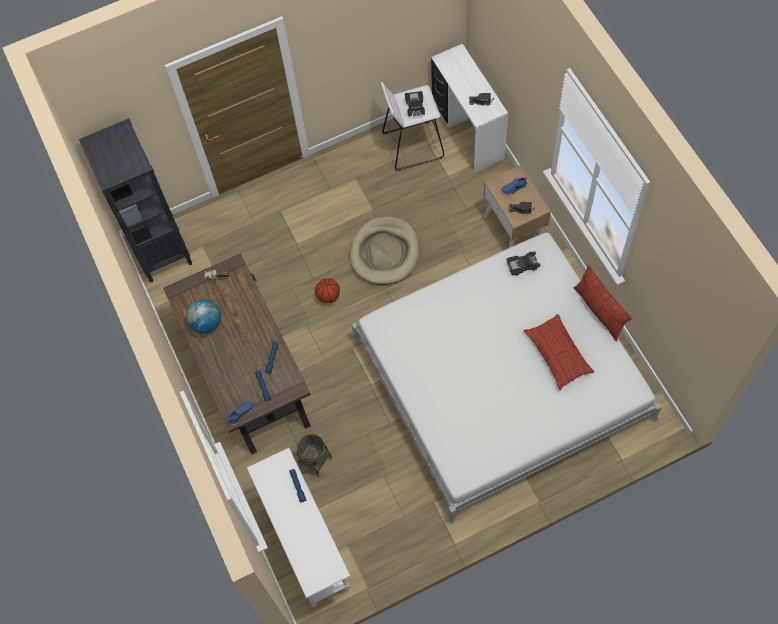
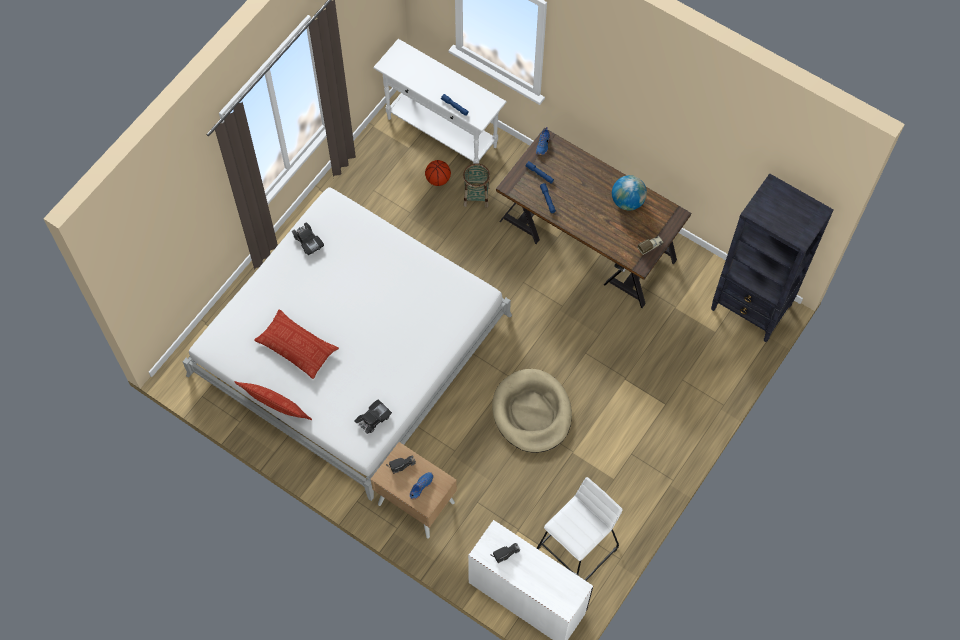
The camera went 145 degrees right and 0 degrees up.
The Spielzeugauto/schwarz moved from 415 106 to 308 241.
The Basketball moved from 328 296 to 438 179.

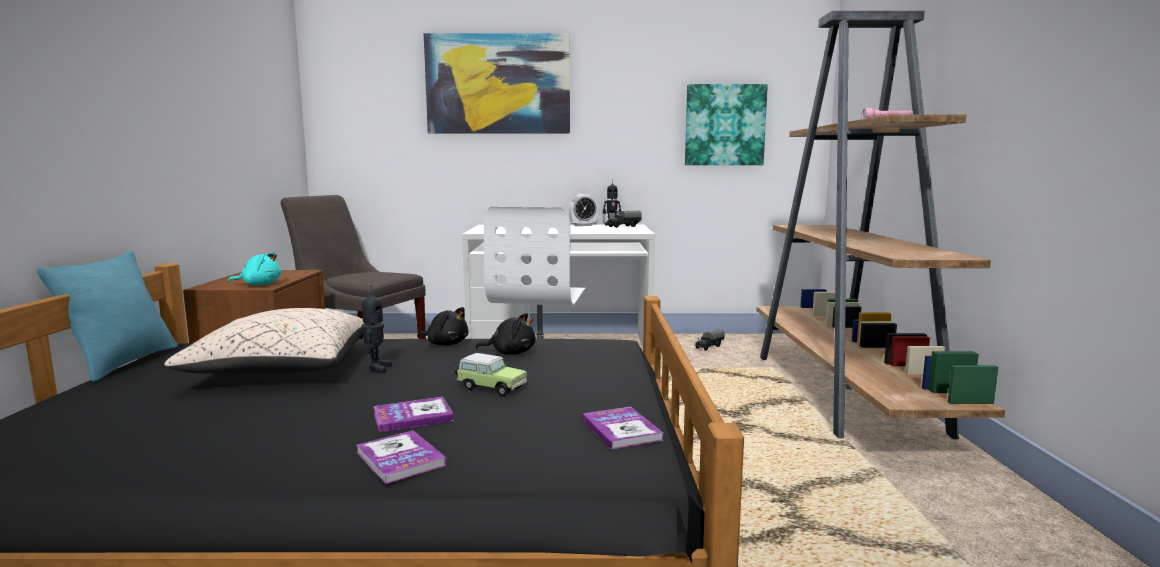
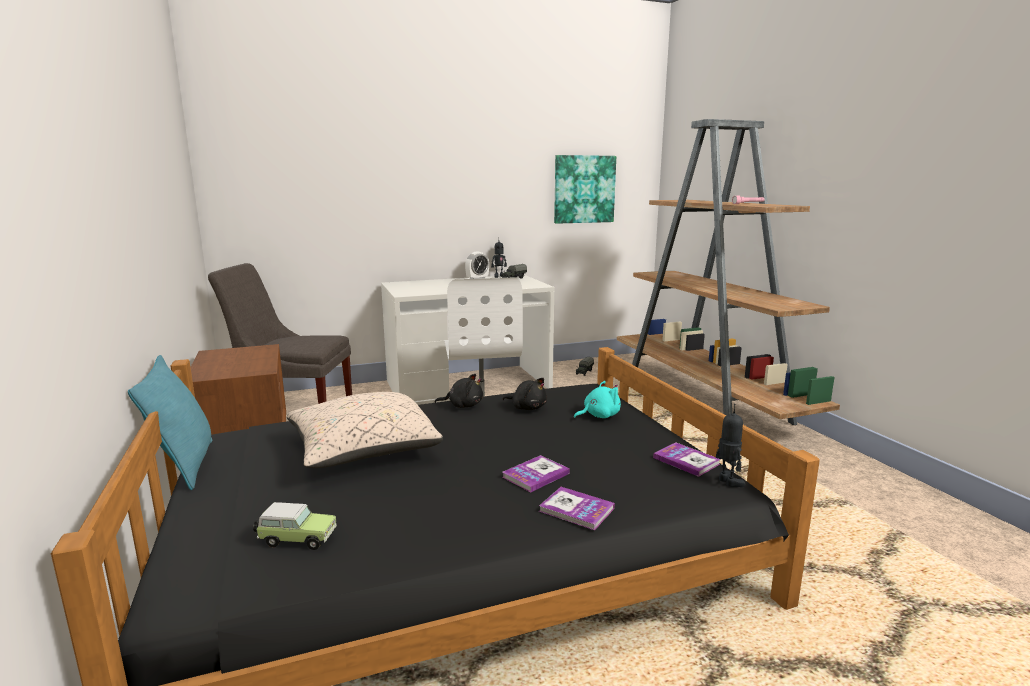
The camera went 20 degrees left and 5 degrees up.
The Spielzeugauto moved from 490 388 to 296 539.
The Plüschtier/schwarz at 510 353 turned 45 degrees clockwise.
The Plüschtier/türkis moved from 259 284 to 599 416.
The Spielzeugroboter moved from 377 368 to 727 482.
The Bild at 498 84 disappeared.

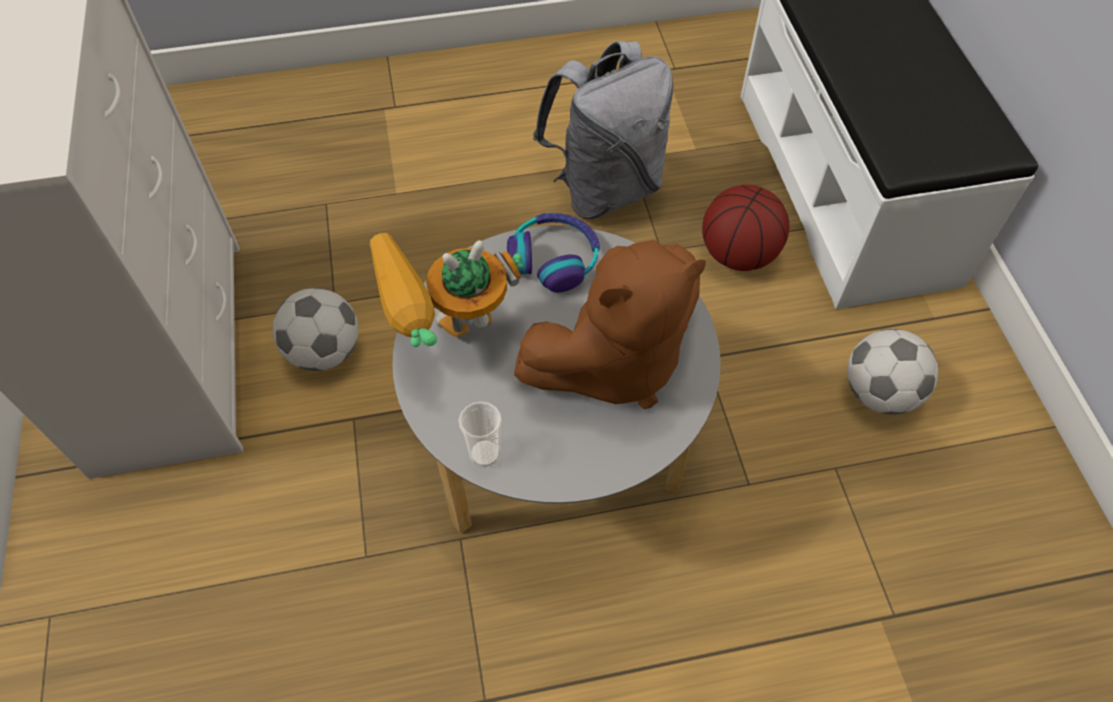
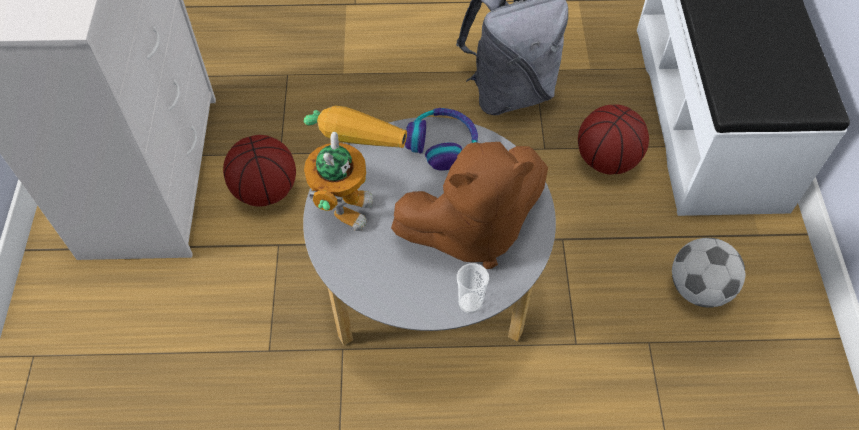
The camera went 10 degrees right and 0 degrees up.
The Fußball at 324 351 was replaced by the Basketball at 266 190.
The Spielzeugroboter at 450 340 turned 120 degrees clockwise.
The Tasse moved from 485 453 to 470 303.

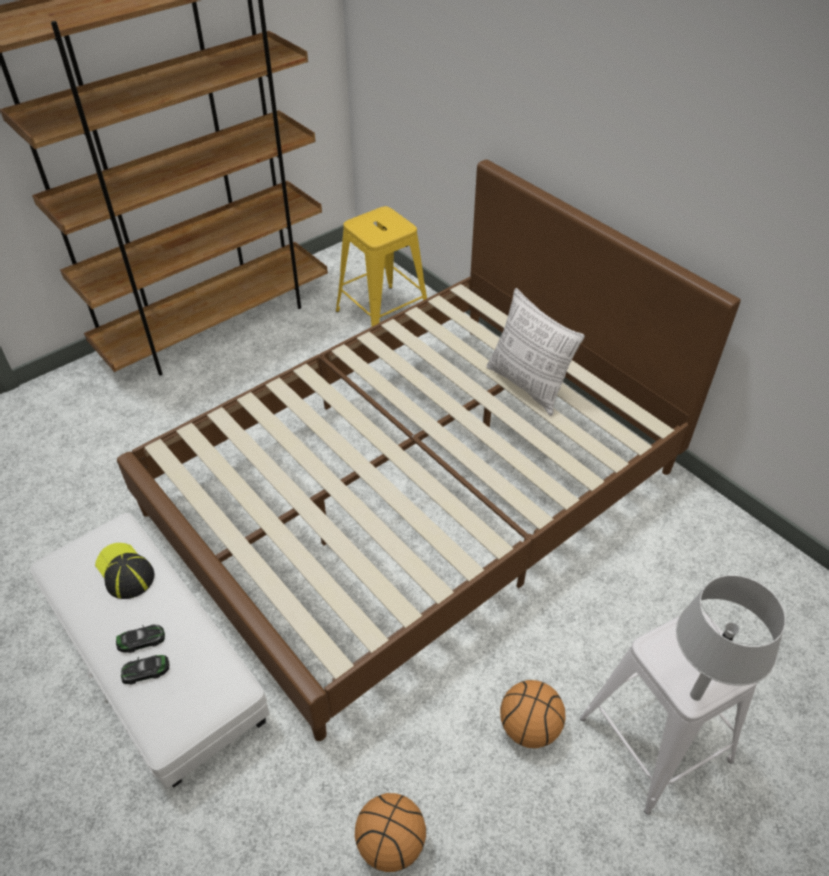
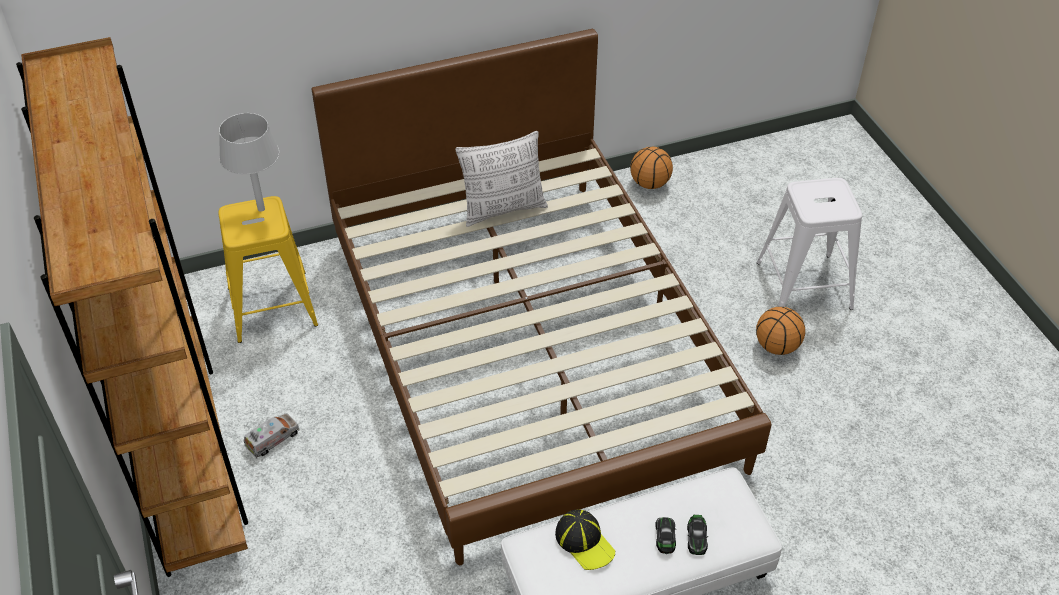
The camera went 70 degrees left and 0 degrees up.
The Tischlampe/grau moved from 696 695 to 261 209.
The Spielzeuglaster at 272 440 appeared.
The Kappe at 124 572 turned 105 degrees counterclockwise.
The Basketball moved from 390 843 to 650 184.

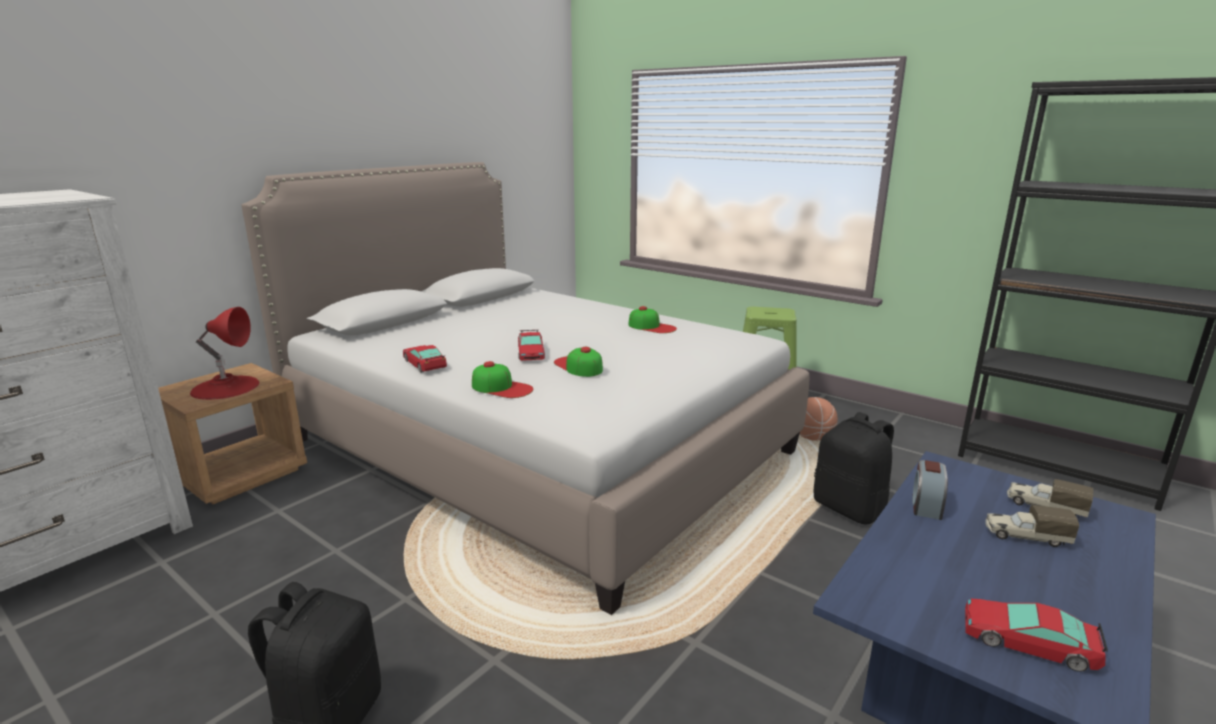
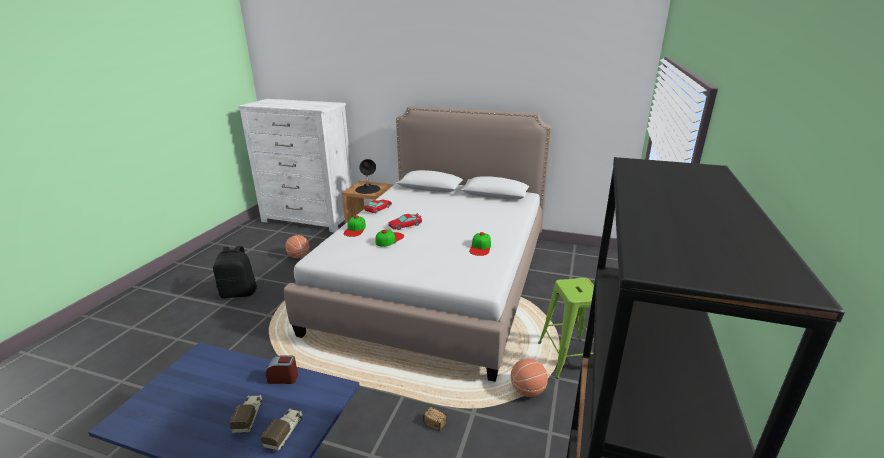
The camera went 70 degrees right and 5 degrees up.
The Basketball at 298 256 appeared.
The Tischlampe/rot at 225 387 became the Tischlampe/schwarz at 368 189.
The Rucksack/schwarz at 850 508 was replaced by the Aufbewahrungsbox at 424 417.
The Spielzeugauto at 1028 641 disappeared.

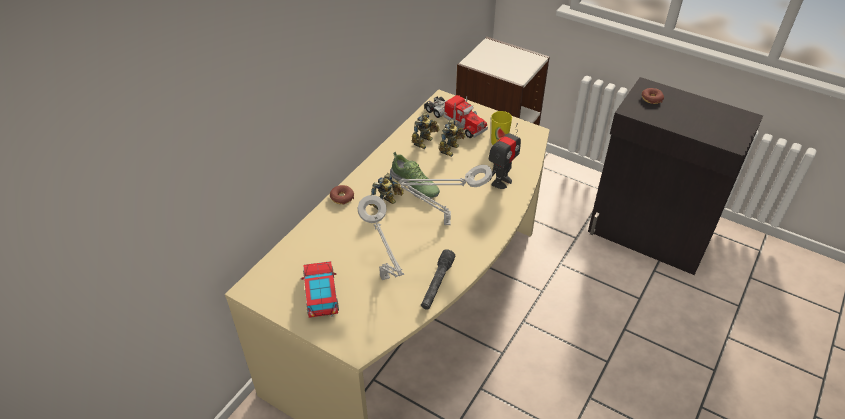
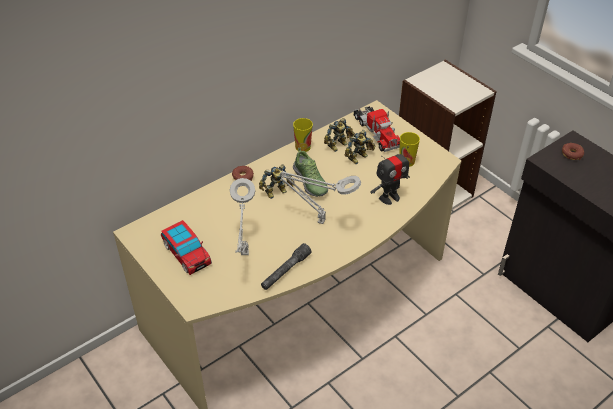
The camera went 20 degrees right and 0 degrees up.
The Spielzeugauto at 321 295 turned 135 degrees clockwise.
The Tasse at 303 147 appeared.

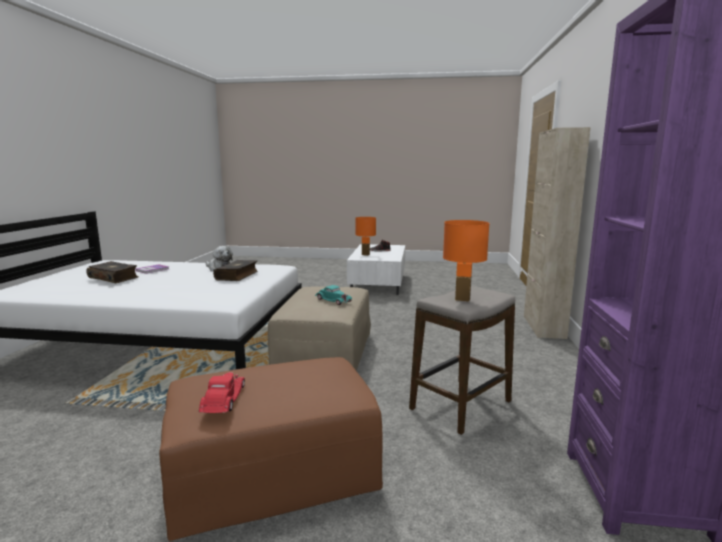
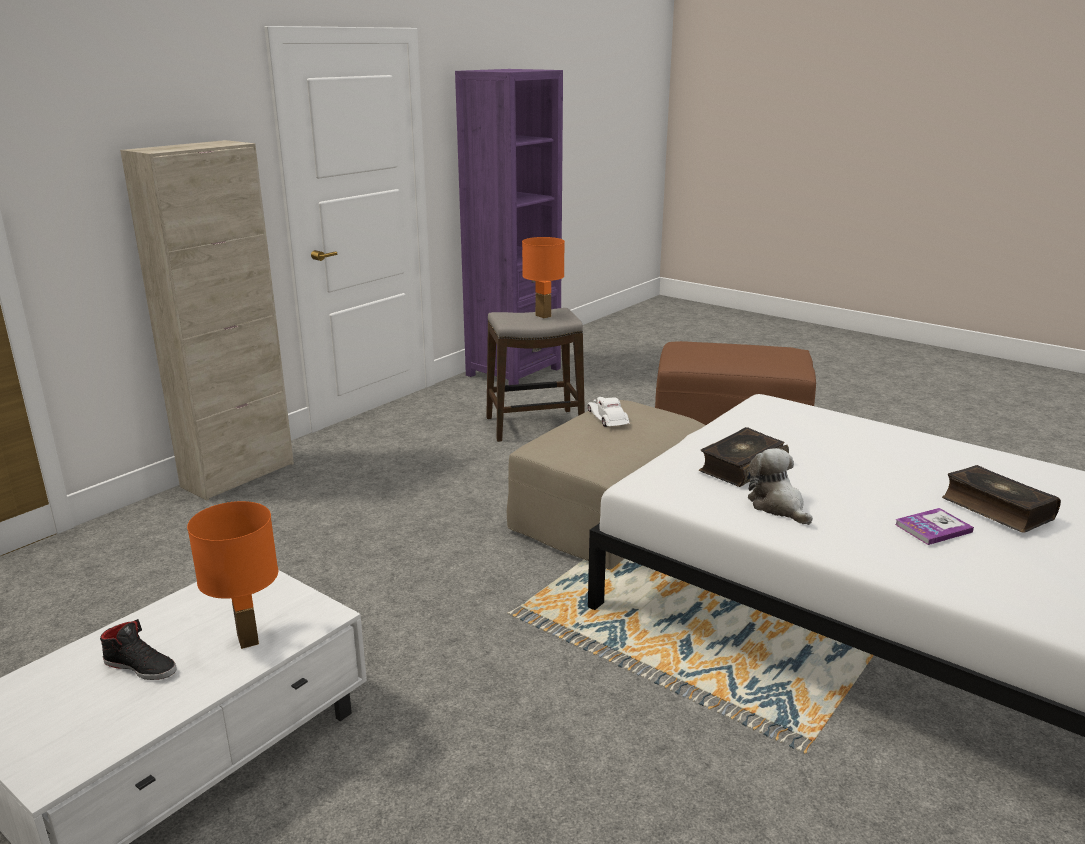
The camera went 150 degrees left and 10 degrees up.
The Spielzeugauto/türkis at 333 300 became the Spielzeugauto/weiß at 608 418.
The Spielzeugauto/rot at 223 400 disappeared.

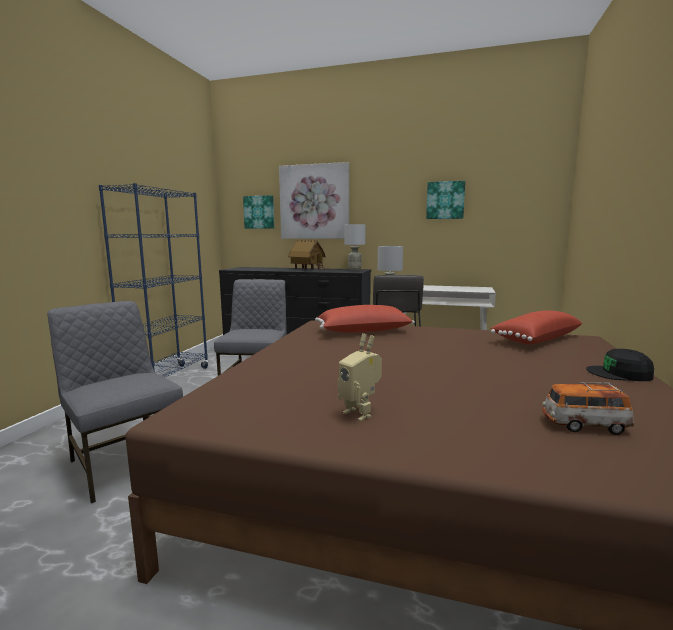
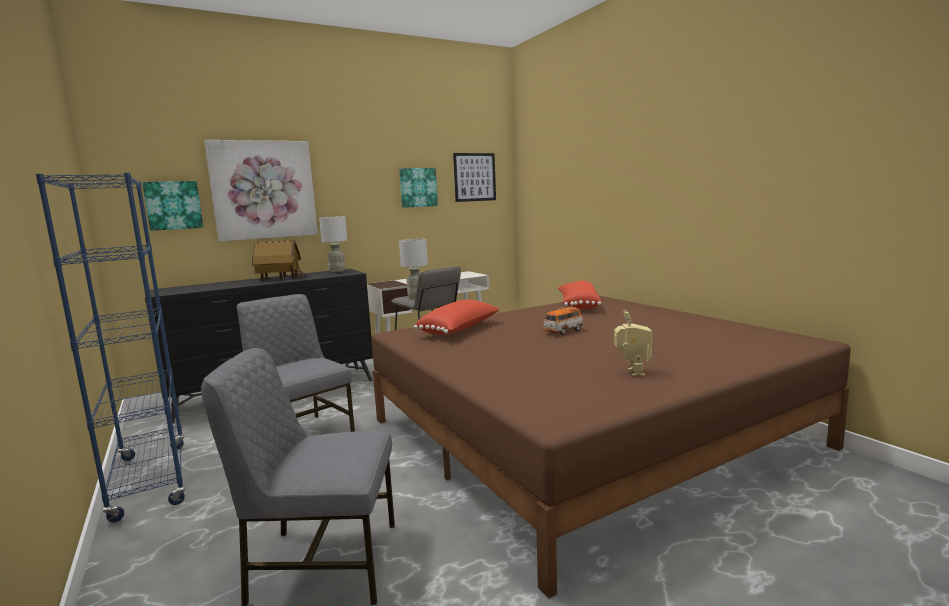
The camera went 45 degrees left and 0 degrees up.
The Bild at 474 177 appeared.
The Spielzeugauto moved from 584 425 to 563 331.
The Spielzeugroboter at 360 413 turned 90 degrees counterclockwise.
The Kappe/schwarz at 619 374 disappeared.

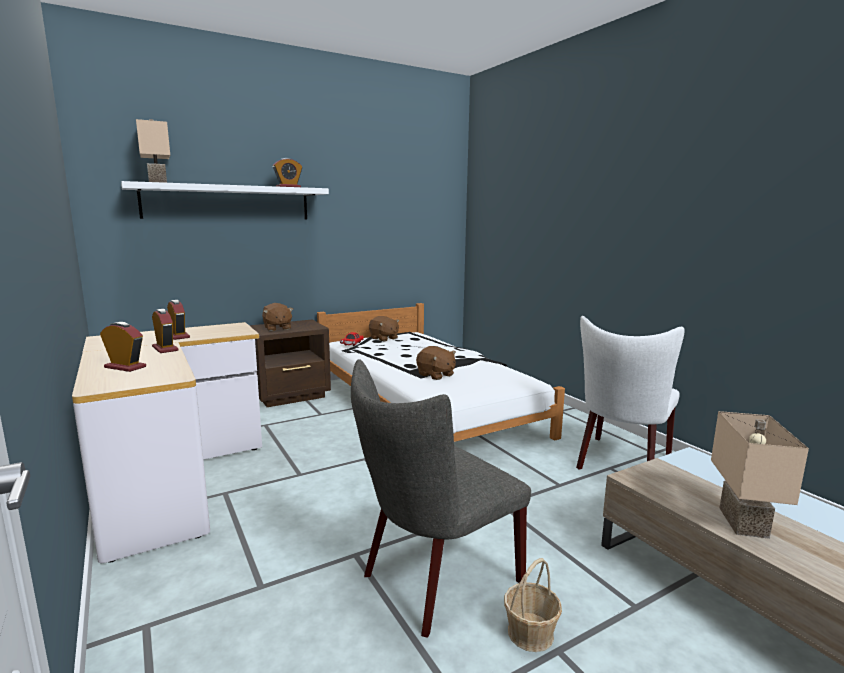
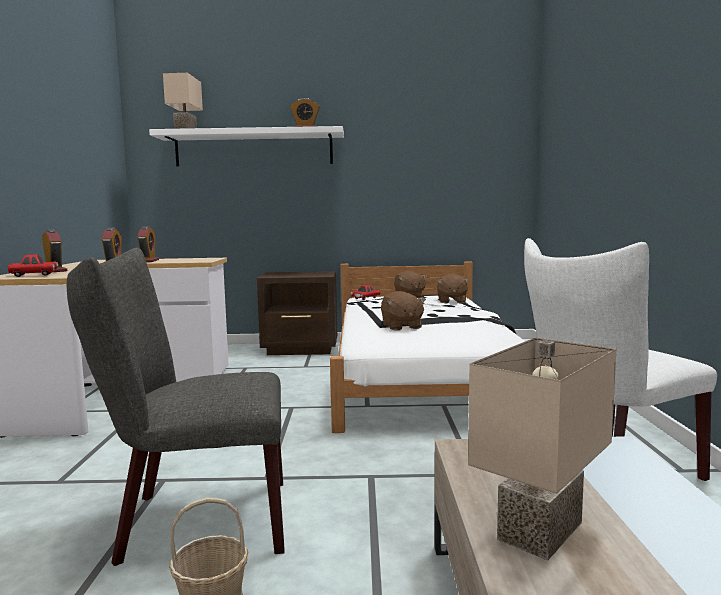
The camera went 30 degrees right and 5 degrees down.
The Spielzeugauto/rot at 34 275 appeared.
The Plüschtier/braun moved from 277 328 to 451 301.

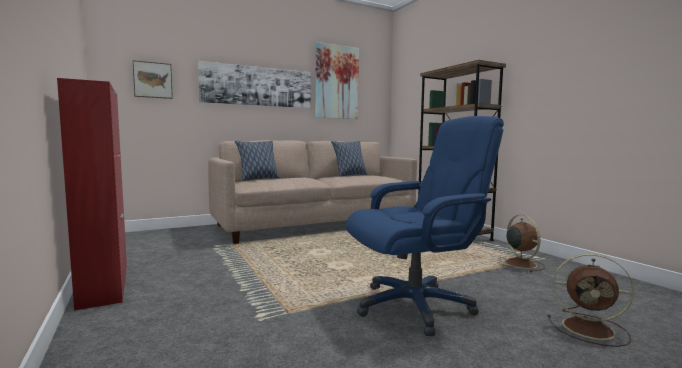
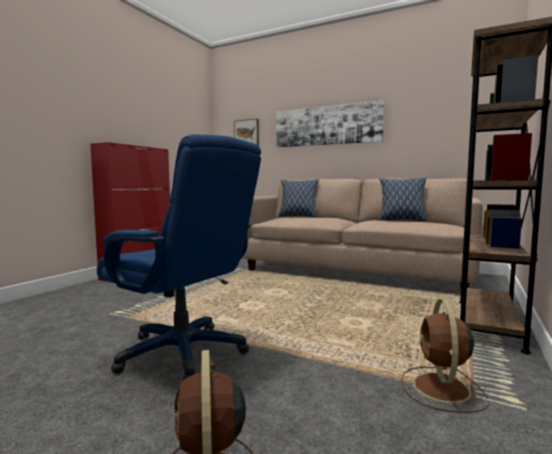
The camera went 55 degrees right and 0 degrees up.
The Ventilator/braun at 519 263 turned 150 degrees clockwise.
The Bild at 337 82 disappeared.

